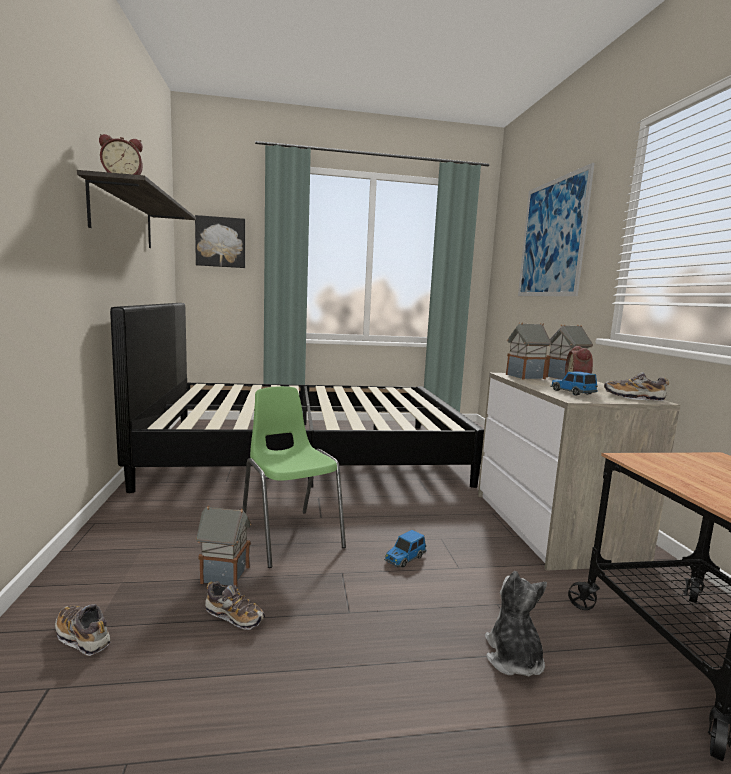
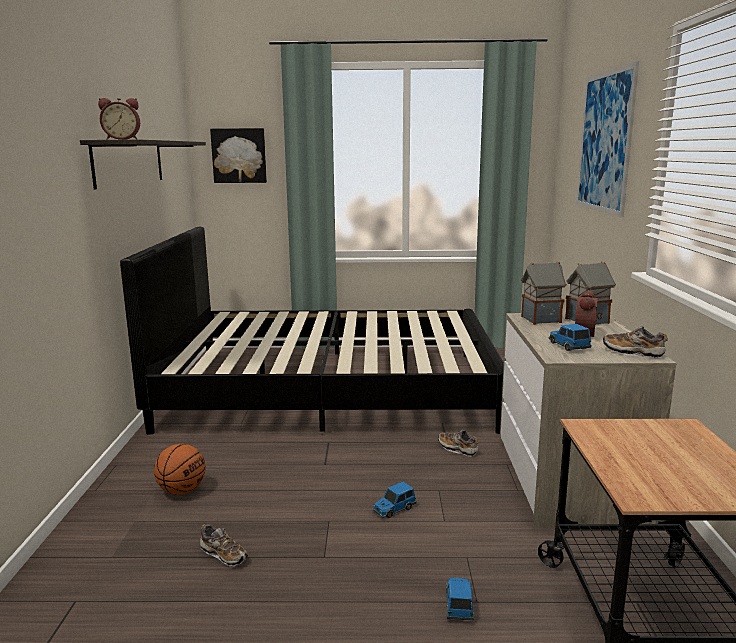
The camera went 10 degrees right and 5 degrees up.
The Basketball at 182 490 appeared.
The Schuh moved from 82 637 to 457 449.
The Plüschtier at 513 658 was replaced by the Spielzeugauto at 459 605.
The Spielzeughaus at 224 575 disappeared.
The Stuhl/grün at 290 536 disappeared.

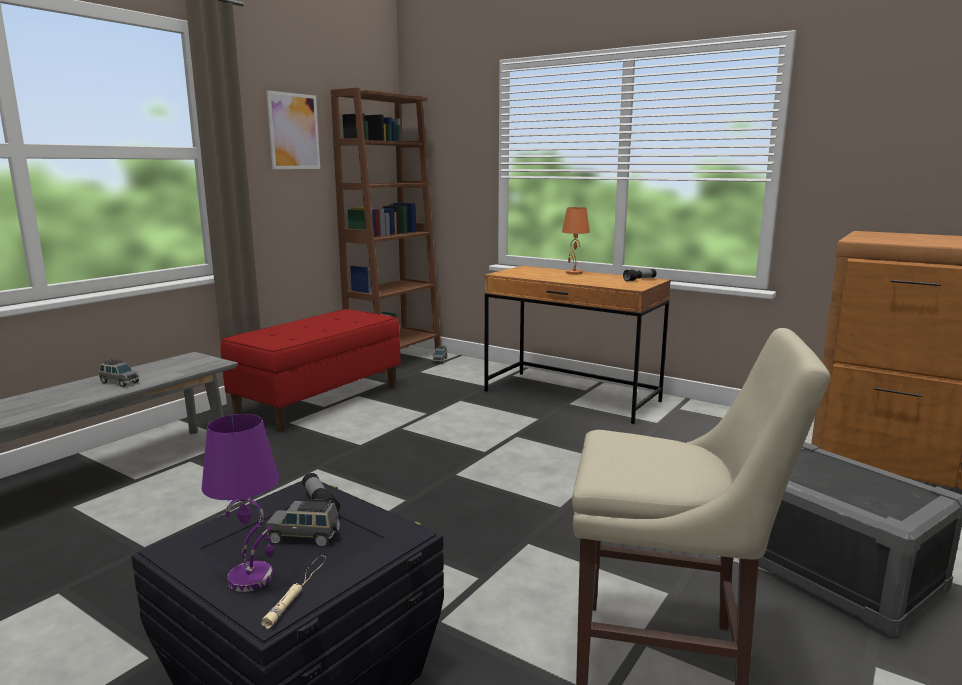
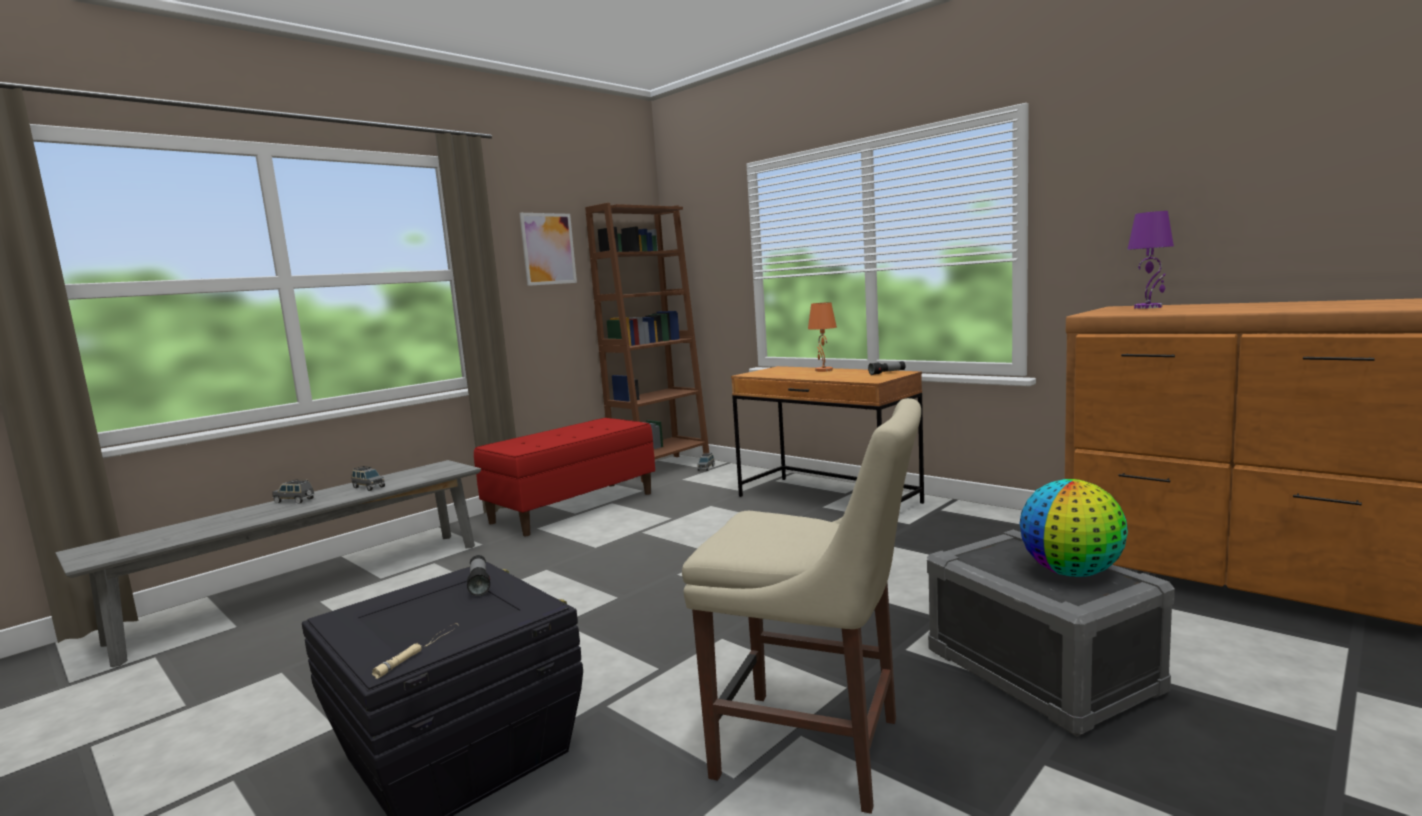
The camera went 10 degrees right and 5 degrees down.
The Spielzeugauto/grau moved from 305 537 to 295 501.
The Globus at 1071 573 appeared.
The Tischlampe/lila moved from 252 578 to 1148 307.

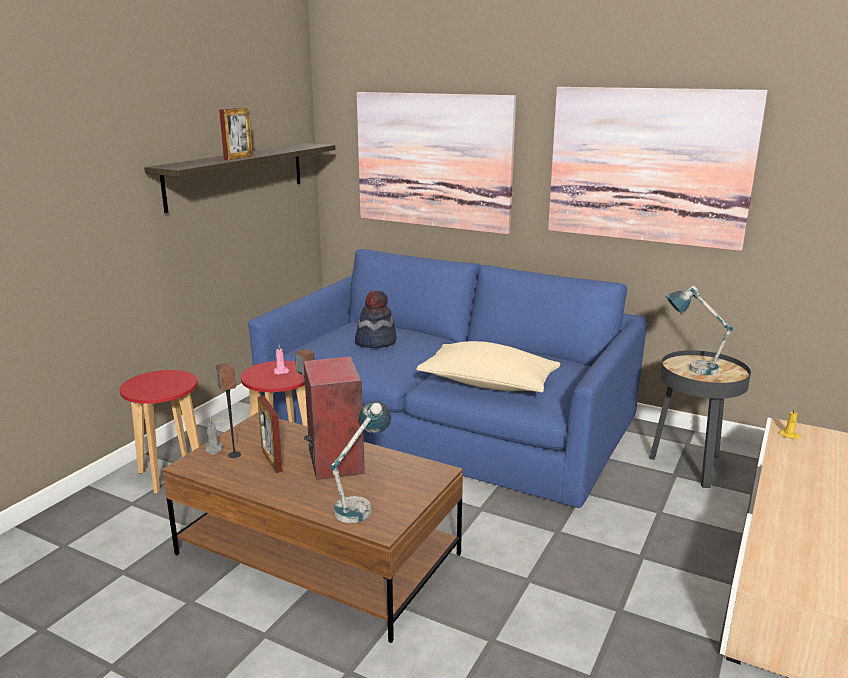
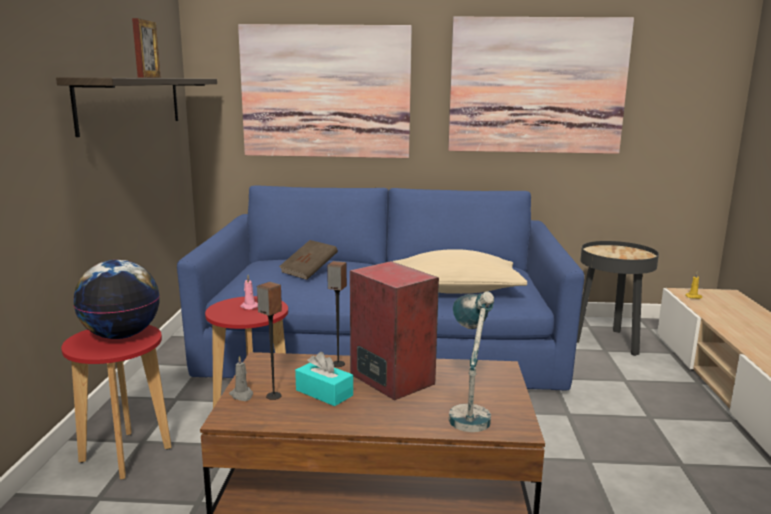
The camera went 25 degrees left and 5 degrees down.
The Globus at 121 335 appeared.
The Hut at 375 341 was replaced by the Buch/braun at 309 271.
The Bilderrahmen at 272 461 was replaced by the Taschentuchbox/türkis at 324 393.
The Tischlampe at 690 367 disappeared.

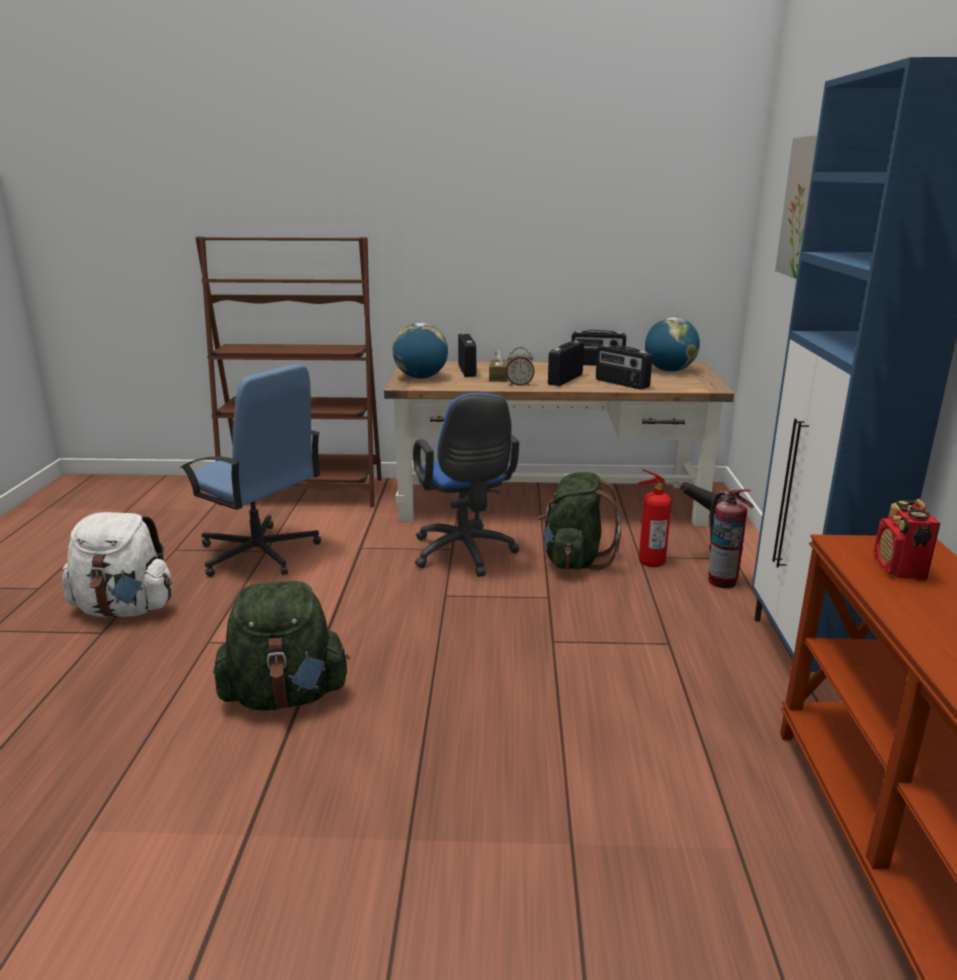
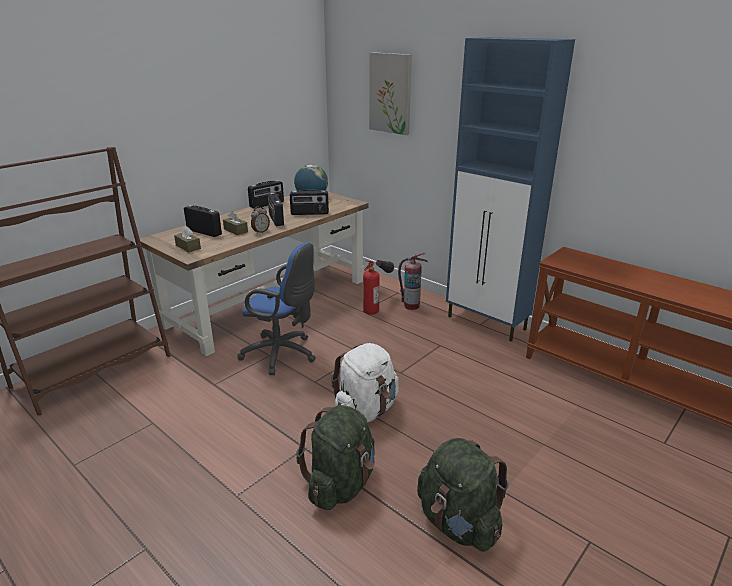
The camera went 50 degrees left and 5 degrees up.
The Globus at 421 377 was replaced by the Taschentuchbox/braun at 188 247.
The Rucksack/weiß moved from 125 609 to 365 411.
The Rucksack/grün moved from 574 560 to 458 523.
The Bürostuhl/blau at 259 553 disappeared.
The Radio at 899 569 disappeared.

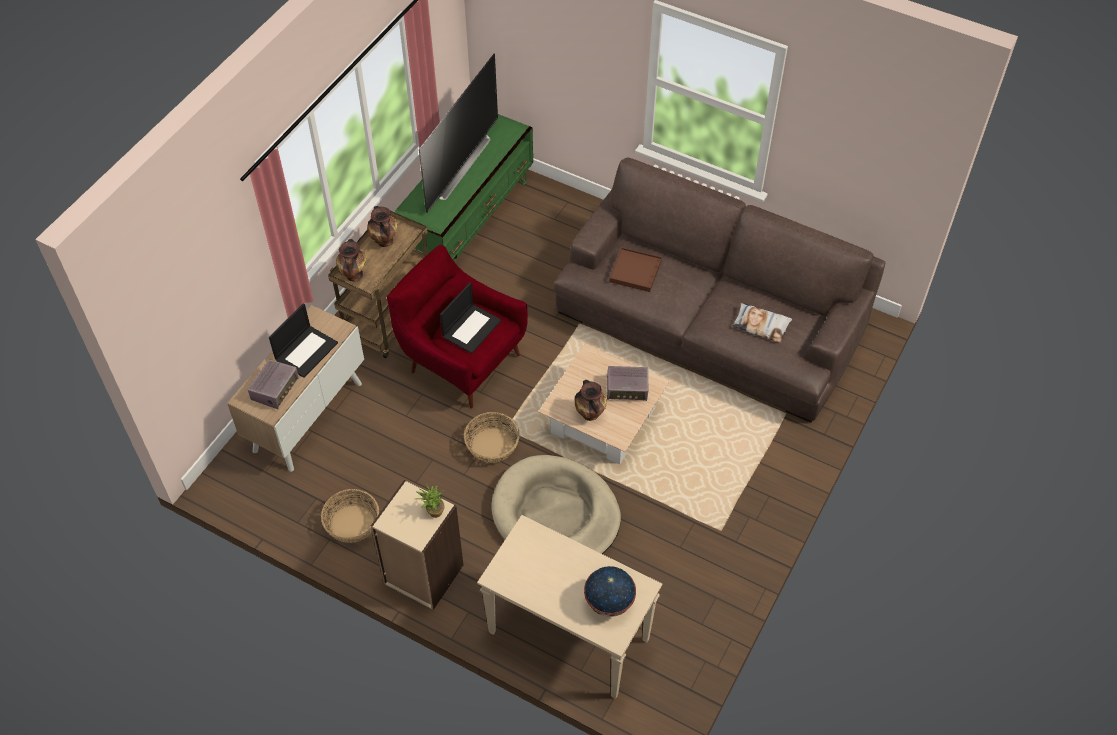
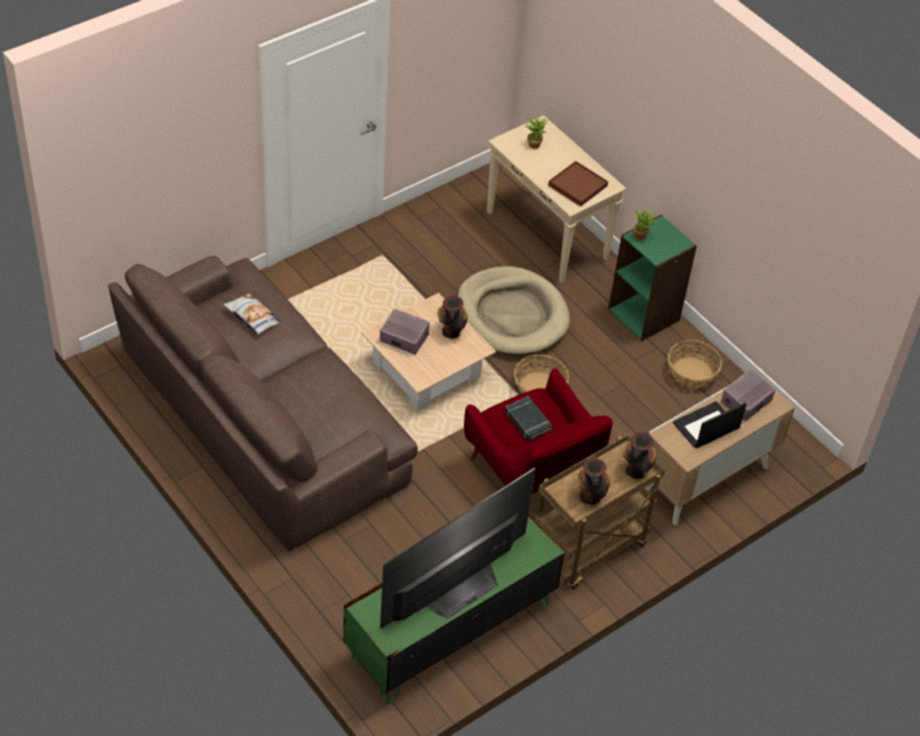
The camera went 160 degrees left and 5 degrees down.
The Laptop at 471 328 was replaced by the Buch/schwarz at 527 421.
The Globus at 608 602 was replaced by the Topfpflanze at 534 143.
The Tablett/braun moved from 635 271 to 578 186.
The Bücherregal/beige at 423 575 became the Bücherregal/grün at 644 314.

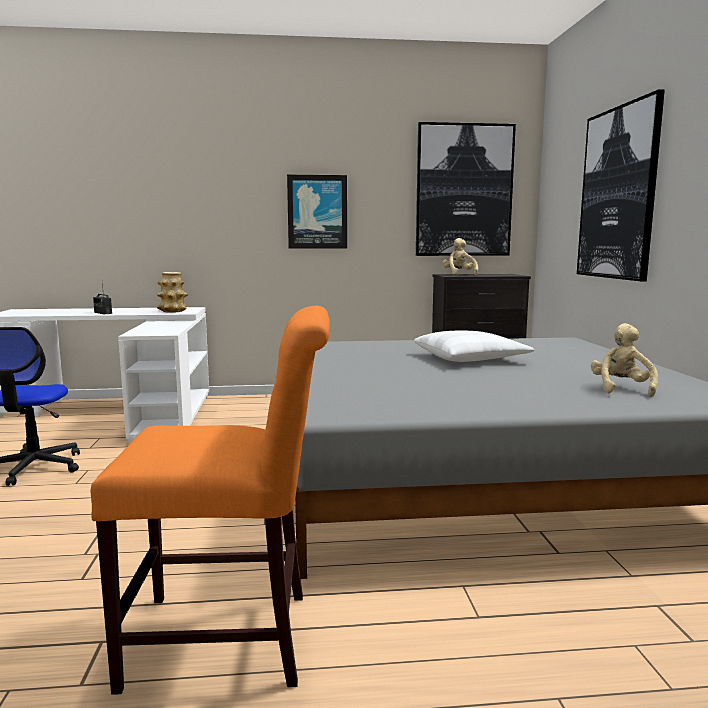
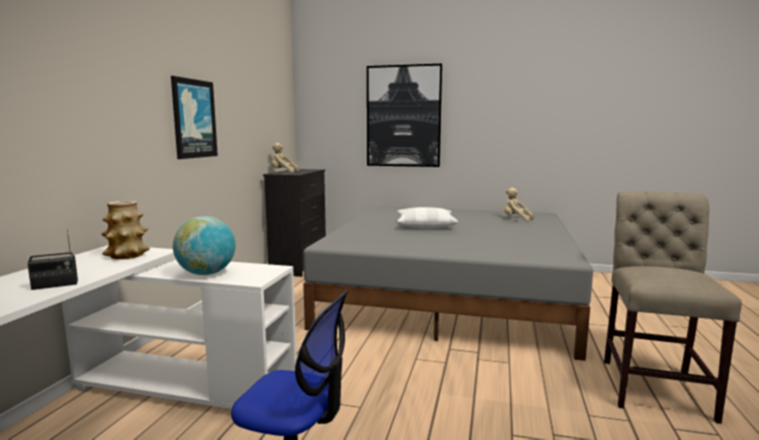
The camera went 70 degrees left and 0 degrees up.
The Globus at 207 273 appeared.
The Stuhl/orange at 231 639 became the Stuhl/beige at 654 385.
The Bild at 464 191 disappeared.

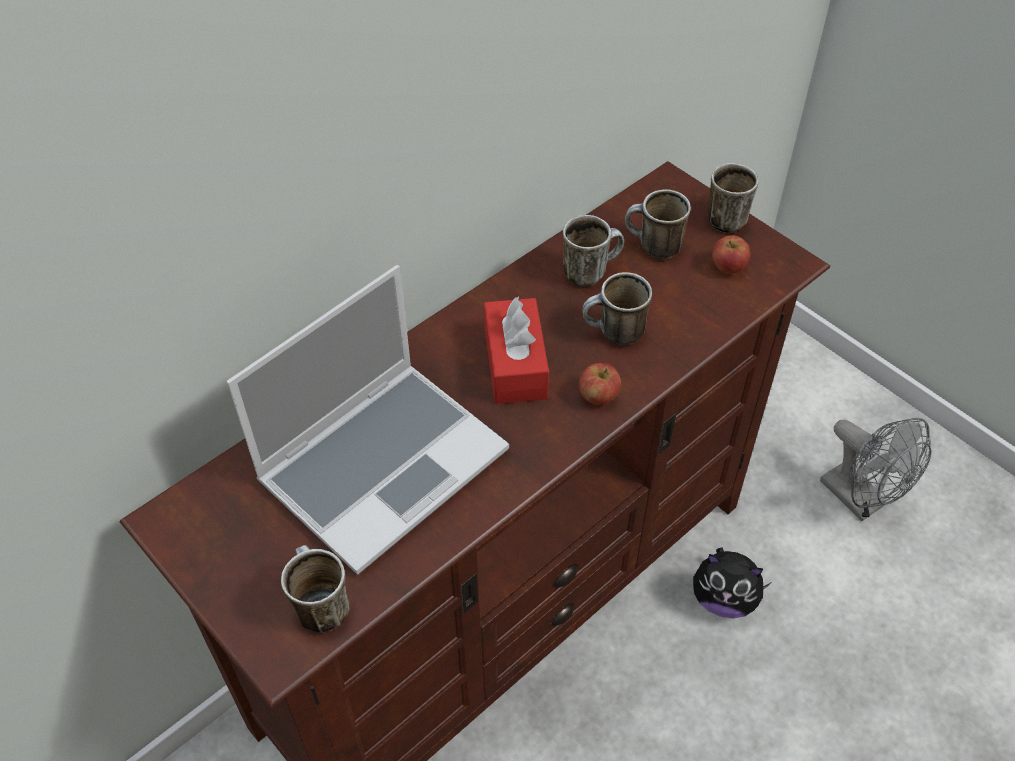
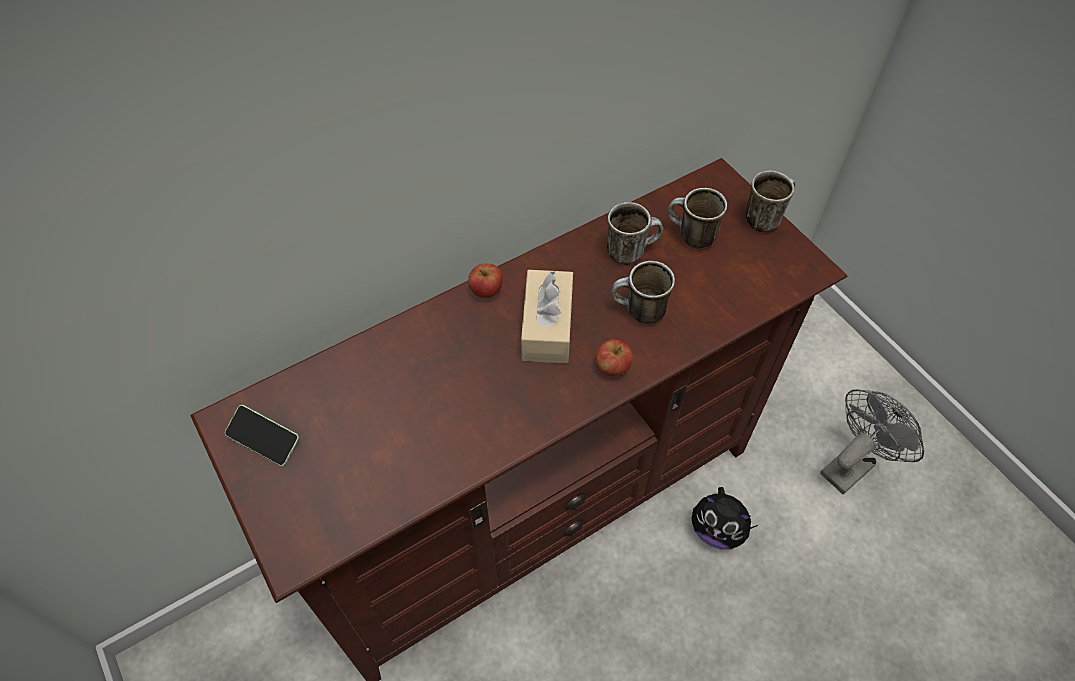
The camera went 10 degrees right and 5 degrees up.
The Handy at 264 440 appeared.
The Apfel moved from 728 267 to 486 291.
The Taschentuchbox/rot at 515 364 became the Taschentuchbox/beige at 547 326.
The Ventilator/grau at 860 500 turned 105 degrees counterclockwise.
The Laptop at 384 463 disappeared.
The Henkelbecher at 318 605 disappeared.

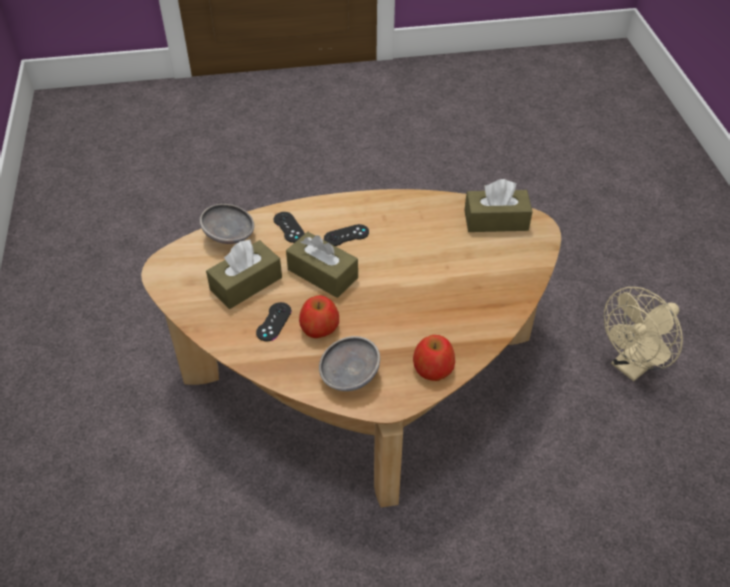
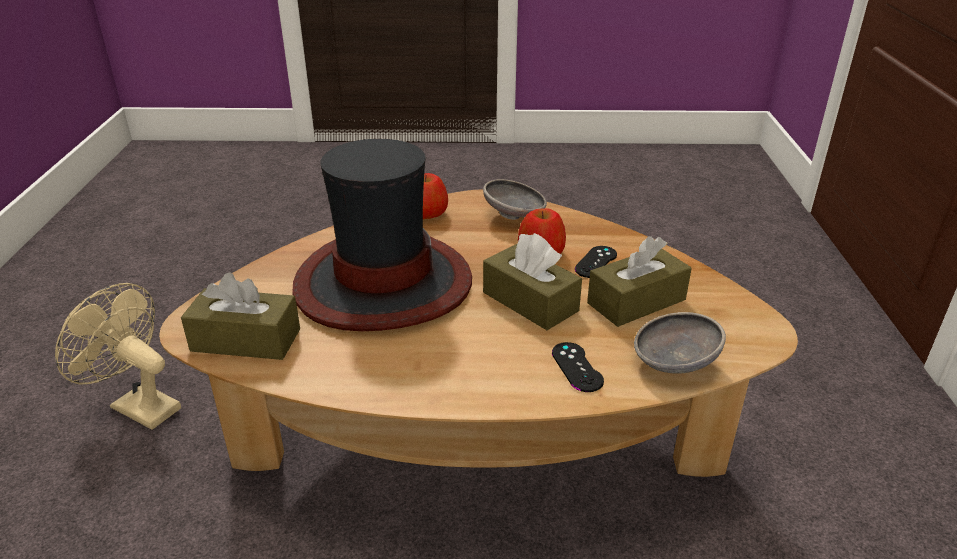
The camera went 170 degrees left and 15 degrees down.
The Ventilator/beige at 632 366 turned 120 degrees counterclockwise.
The Hut at 382 283 appeared.
The Gamepad/schwarz at 346 235 disappeared.

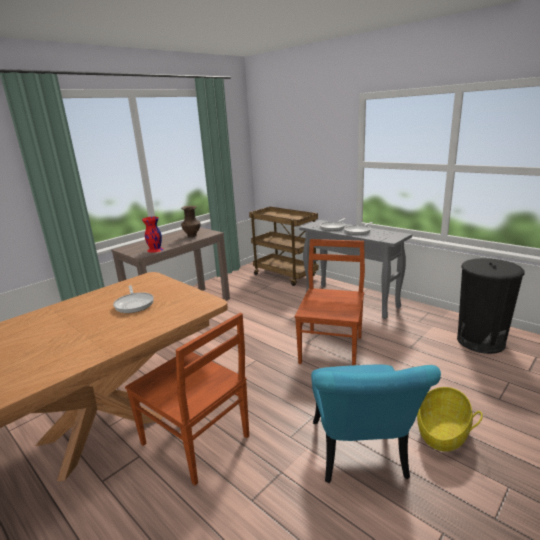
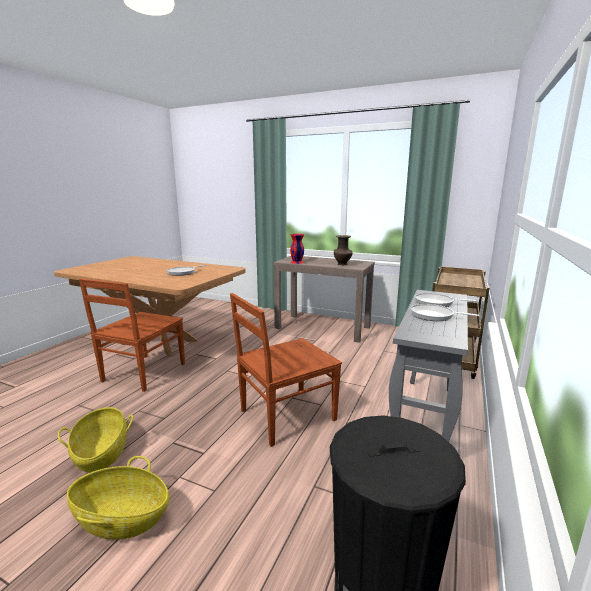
The camera went 70 degrees right and 5 degrees down.
The Stuhl/türkis at 361 457 was replaced by the Korb at 101 453.
The Stuhl/braun at 331 348 turned 150 degrees clockwise.

